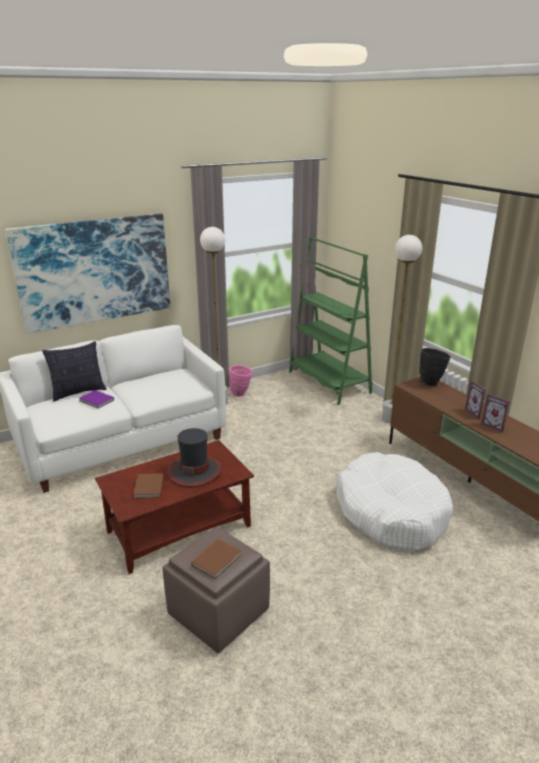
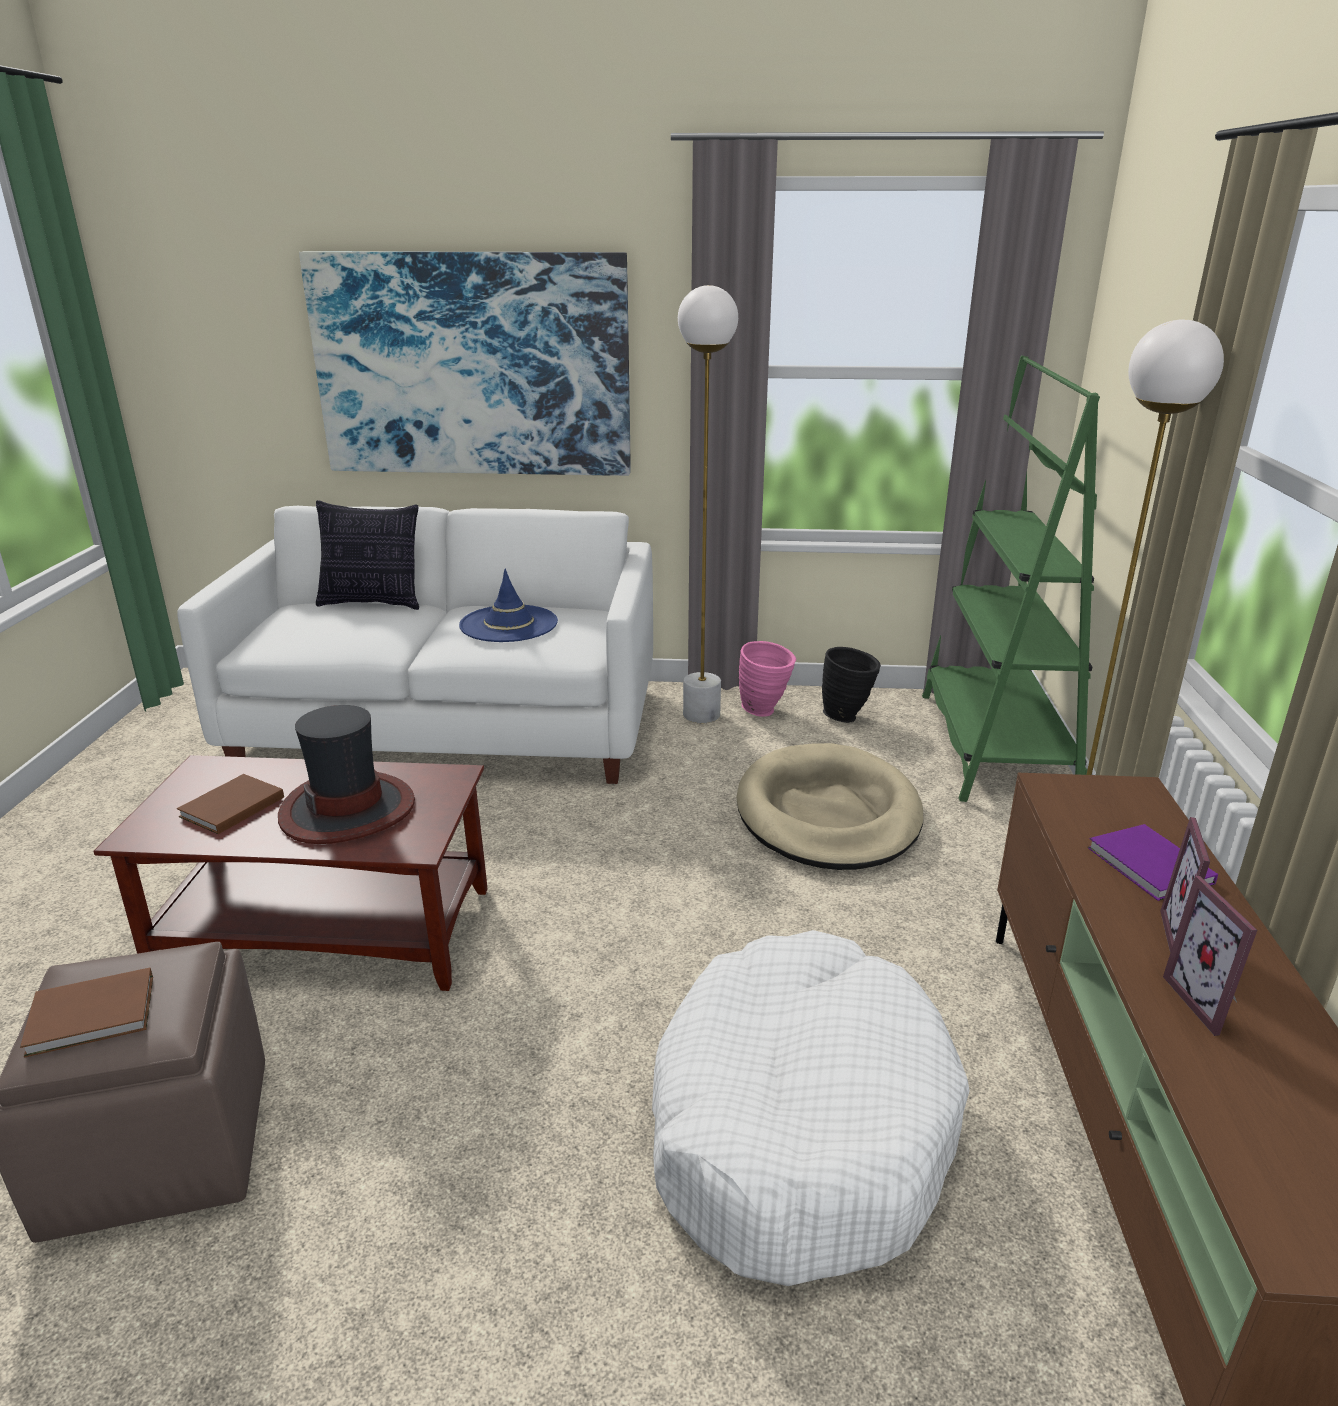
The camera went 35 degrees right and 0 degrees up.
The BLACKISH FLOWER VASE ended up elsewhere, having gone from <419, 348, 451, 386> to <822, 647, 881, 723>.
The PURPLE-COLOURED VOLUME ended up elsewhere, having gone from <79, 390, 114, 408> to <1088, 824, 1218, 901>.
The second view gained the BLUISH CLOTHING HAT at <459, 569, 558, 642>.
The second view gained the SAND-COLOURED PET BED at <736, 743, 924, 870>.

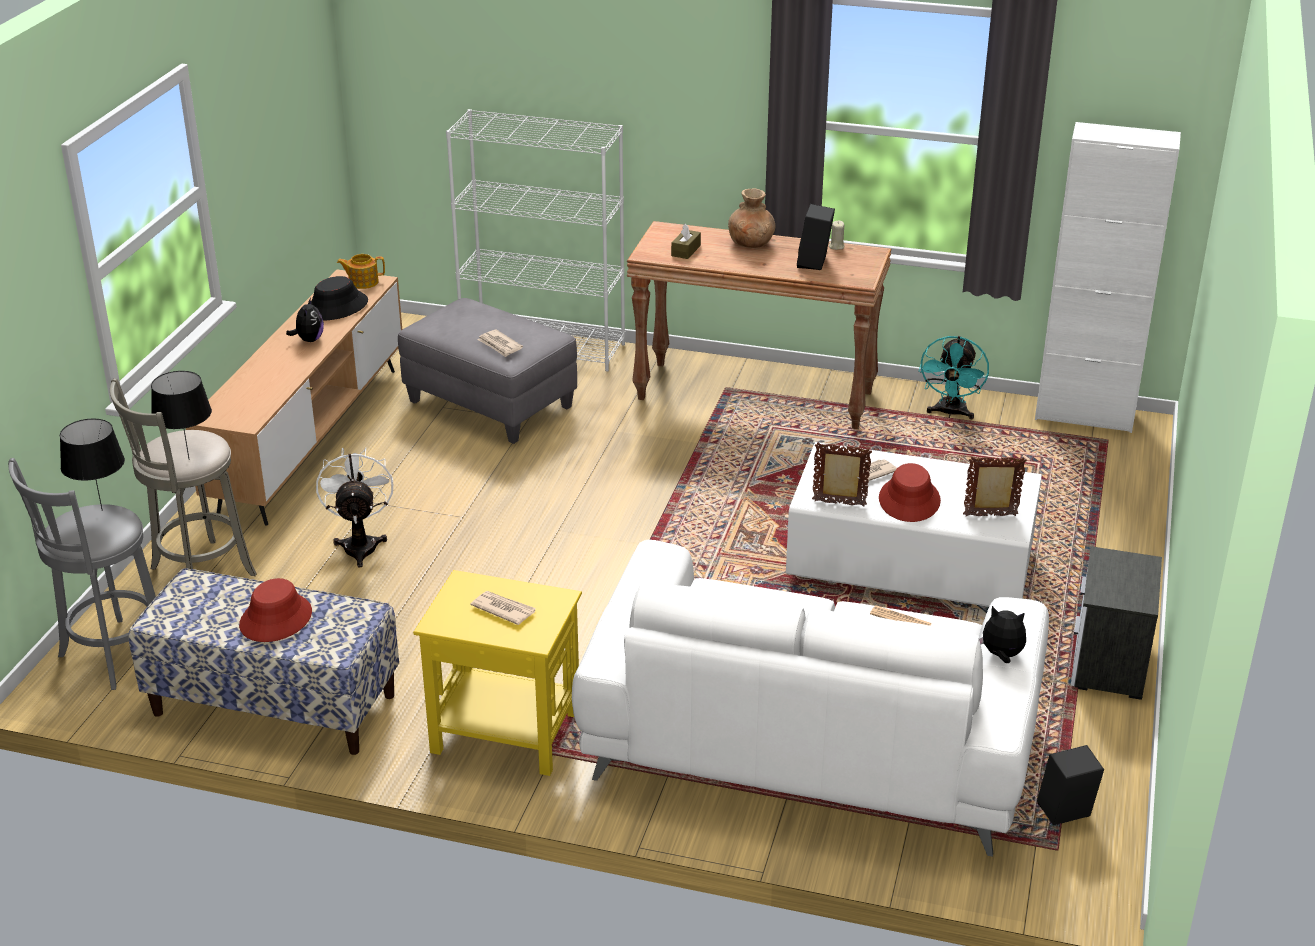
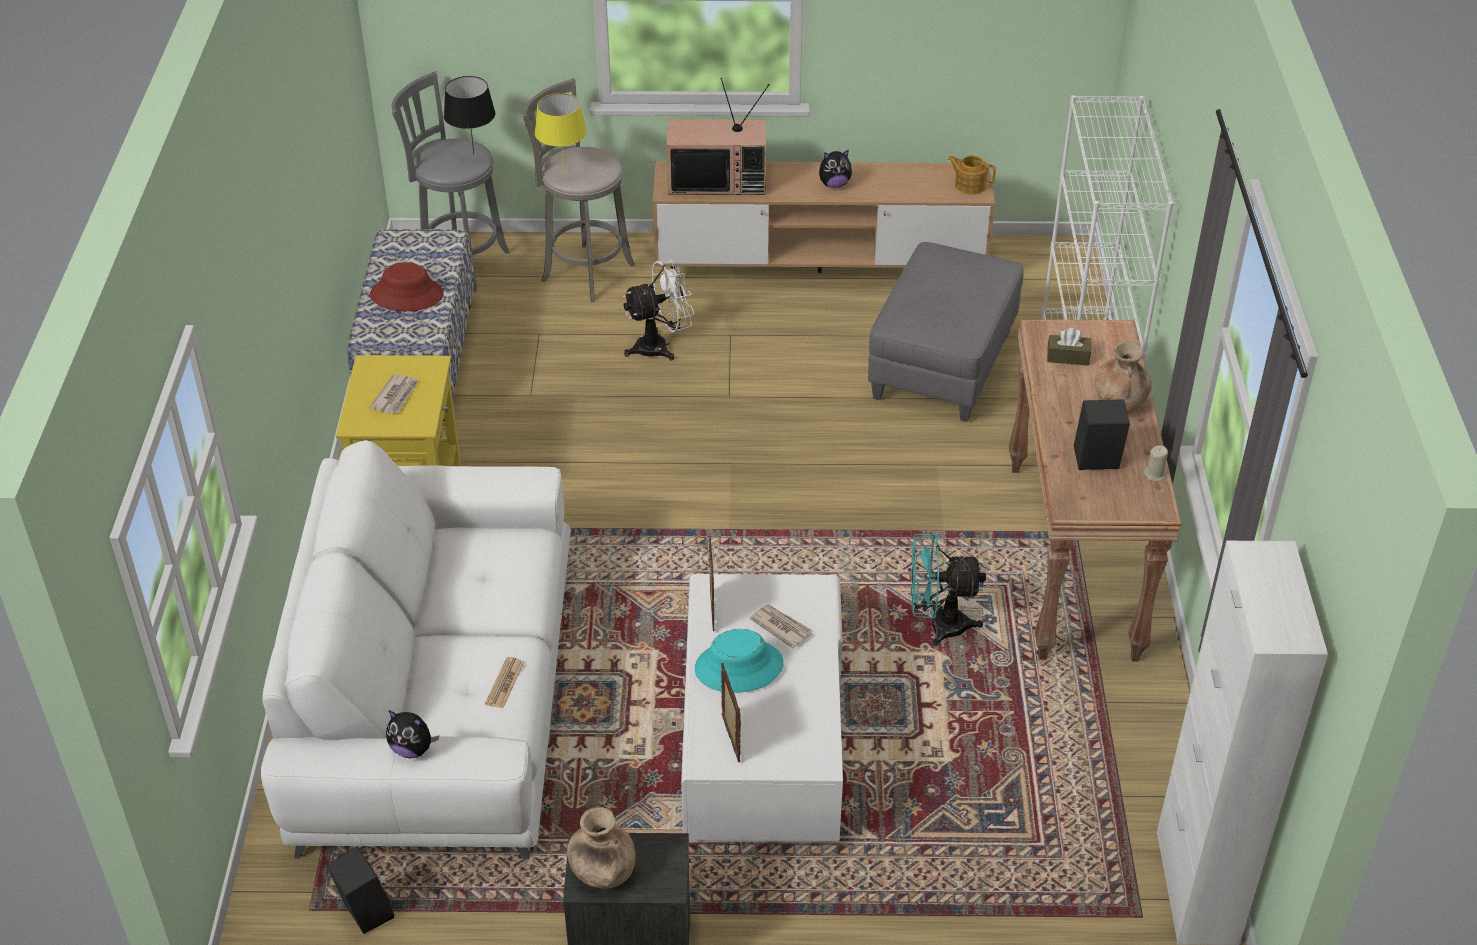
The camera went 75 degrees right and 10 degrees up.
The TEA POT at <337, 254, 385, 289> ended up facing another way, 45 degrees counterclockwise from before.
The second view lost the BLACKISH CLOTHING HAT at <311, 276, 368, 321>.
The second view lost the DAILY PAPER at <477, 329, 523, 357>.
The TURQUOISE-COLOURED ELECTRIC FAN ended up elsewhere, having gone from <919, 336, 989, 419> to <911, 533, 986, 647>.
What was the BLACKISH TABLETOP LAMP at <151, 371, 212, 460> turned into the YELLOW-COLOURED TABLETOP LAMP at <535, 93, 587, 172>.
What was the REDDISH CLOTHING HAT at <879, 463, 941, 522> turned into the TURQUOISE-COLOURED CLOTHING HAT at <695, 629, 784, 693>.
The PLUSH TOY at <979, 606, 1026, 663> ended up facing another way, 105 degrees clockwise from before.
The second view gained the TV SET at <666, 78, 770, 195>.
The second view gained the BROWN FLOWER VASE at <567, 807, 636, 889>.

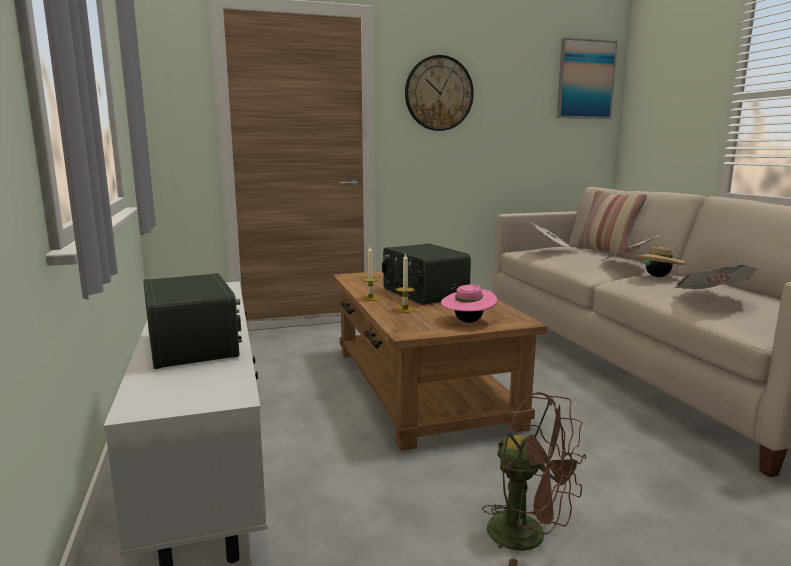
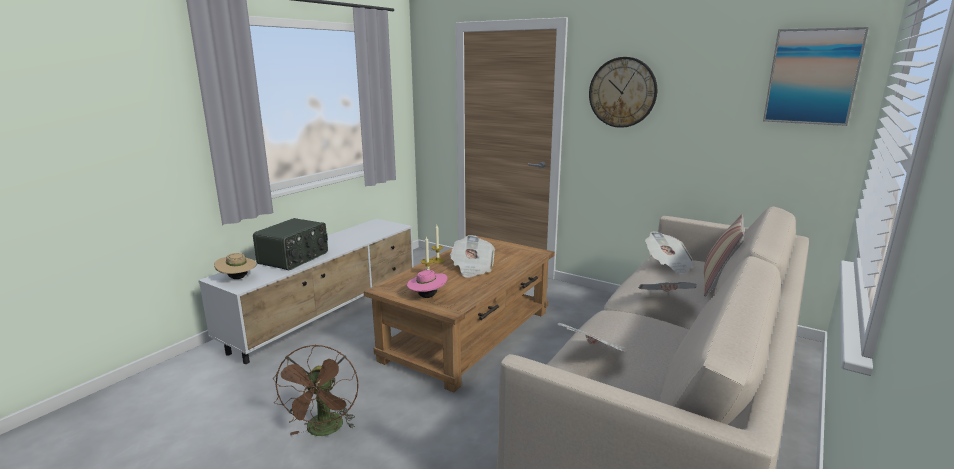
The camera went 50 degrees right and 5 degrees up.
Where the RADIO RECEIVER stood at <382, 243, 471, 305>, the DAILY PAPER came to stand at <450, 235, 495, 278>.
The SAND-COLOURED CLOTHING HAT ended up elsewhere, having gone from <635, 247, 686, 277> to <214, 253, 257, 279>.

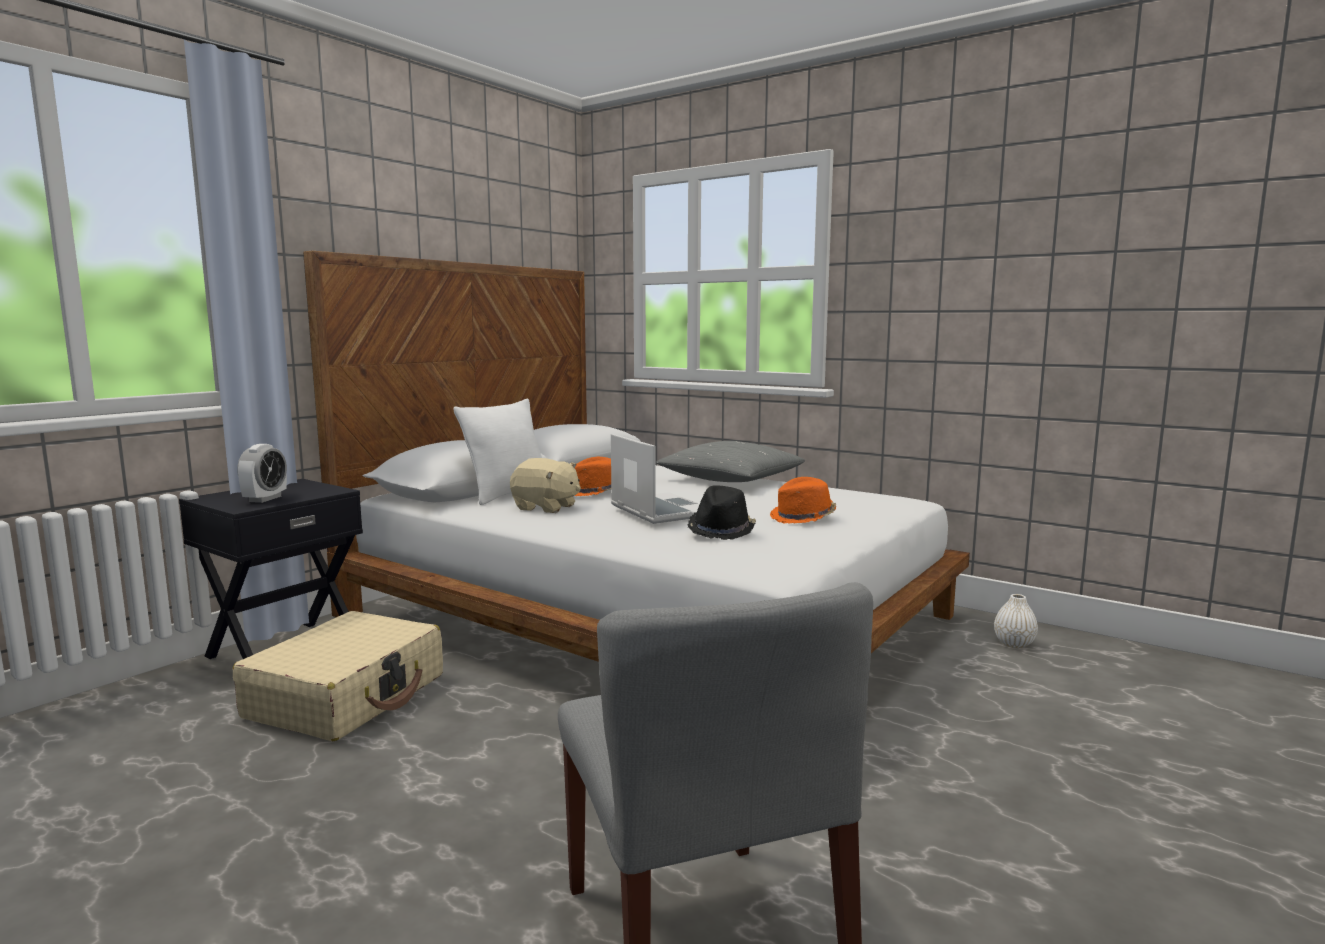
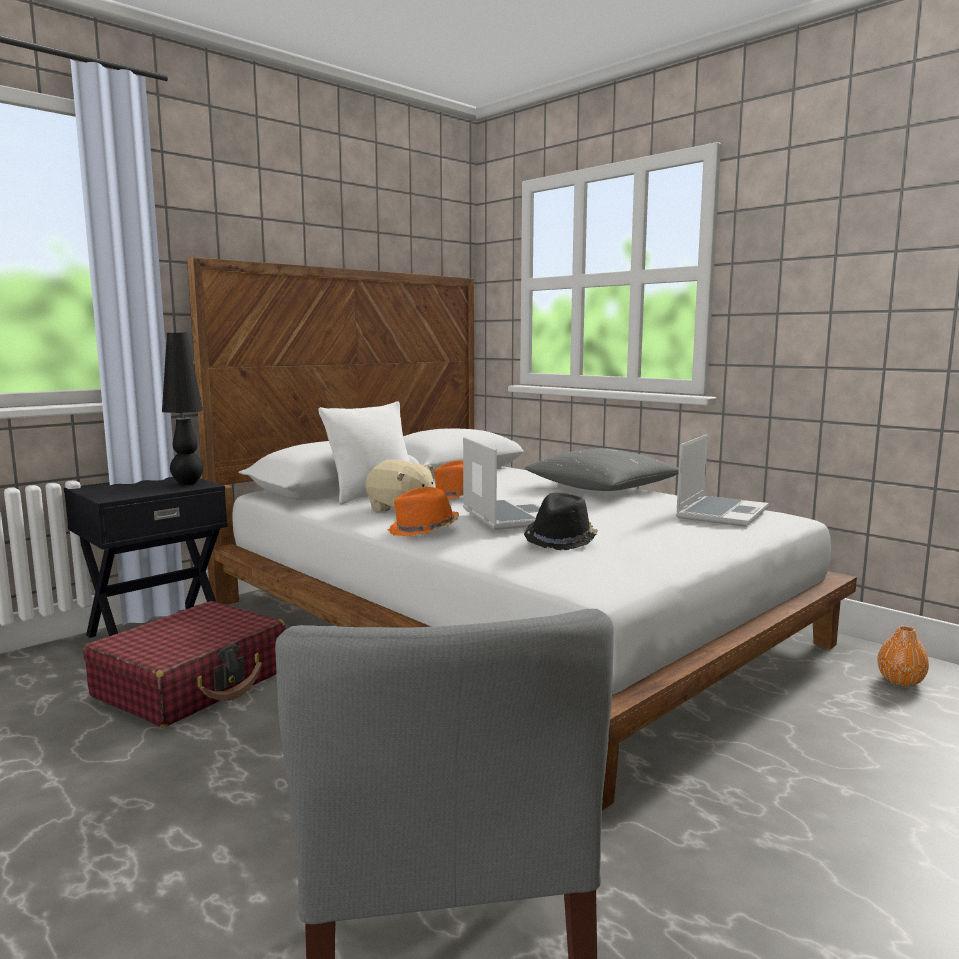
The camera went 10 degrees right and 0 degrees up.
The second view lost the ALARM CLOCK at <237, 444, 287, 503>.
The ORANGEY CLOTHING HAT ended up elsewhere, having gone from <770, 477, 836, 523> to <387, 487, 459, 536>.
What was the WHITE-COLOURED FLOWER VASE at <994, 594, 1038, 648> turned into the ORANGEY FLOWER VASE at <877, 626, 929, 687>.
What was the SAND-COLOURED SUITCASE at <233, 611, 443, 741> turned into the REDDISH SUITCASE at <84, 601, 286, 727>.
The second view gained the BLACKISH TABLETOP LAMP at <162, 333, 204, 485>.
The second view gained the PORTABLE COMPUTER at <676, 434, 769, 527>.

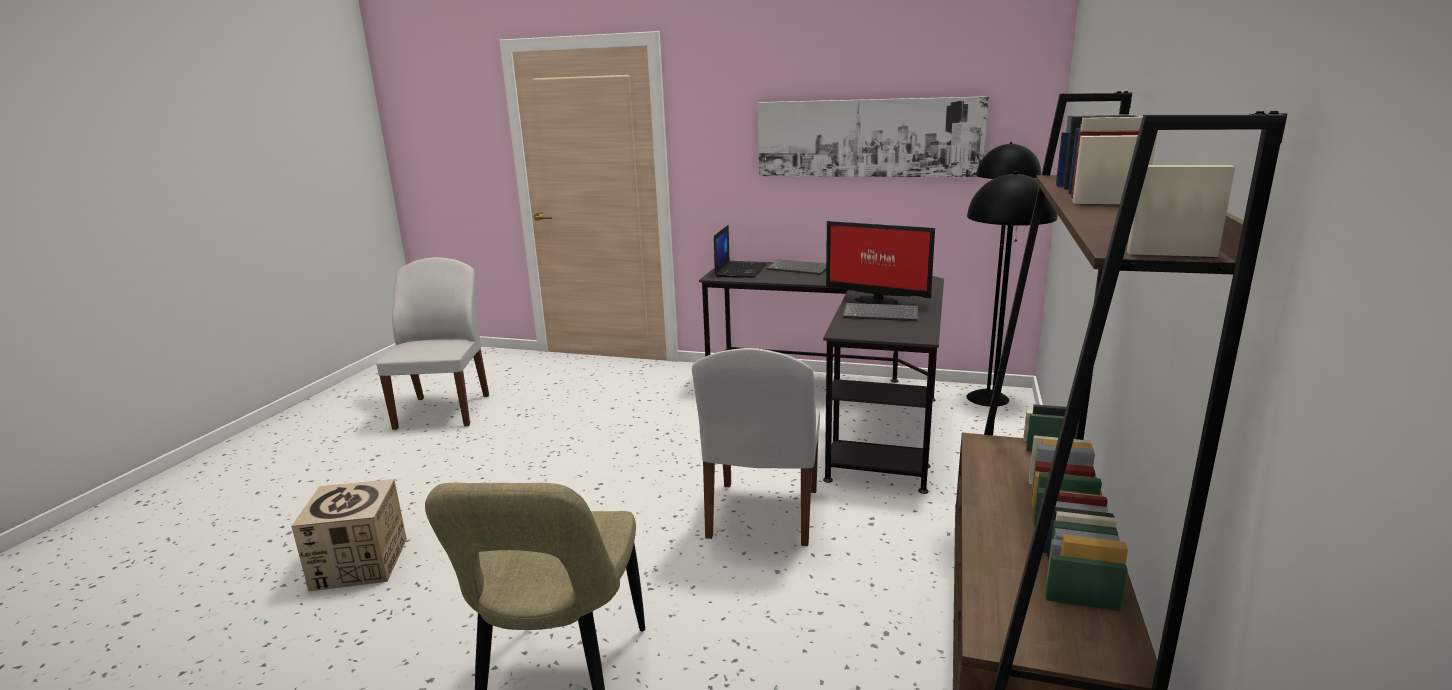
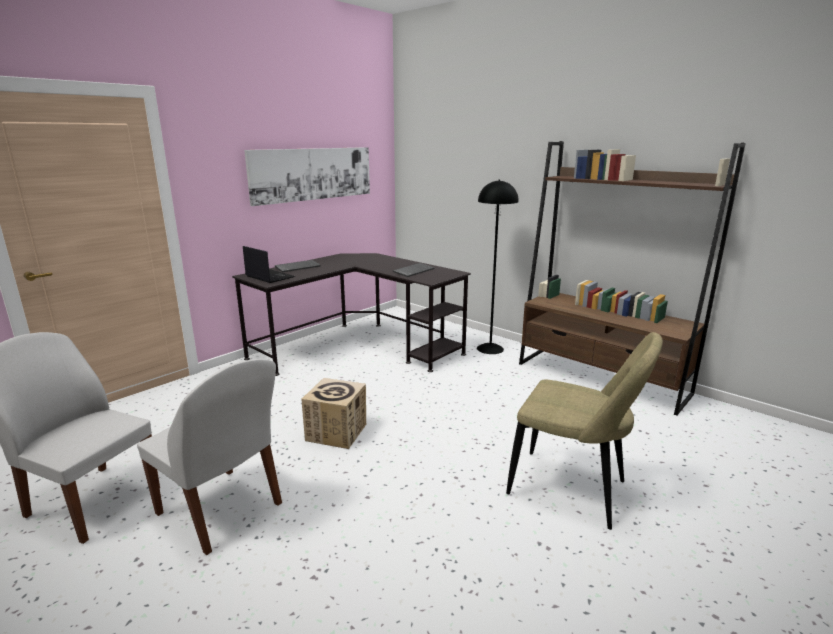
The camera went 65 degrees left and 0 degrees up.
The second view lost the BLACKISH FLOOR LAMP at <967, 142, 1041, 407>.
The second view lost the COMPUTER DISPLAY at <826, 221, 935, 305>.
The WHITE-COLOURED UPRIGHT CHAIR ended up elsewhere, having gone from <692, 348, 820, 546> to <137, 359, 282, 555>.
The PACKING BOX ended up elsewhere, having gone from <291, 479, 407, 591> to <301, 378, 366, 449>.

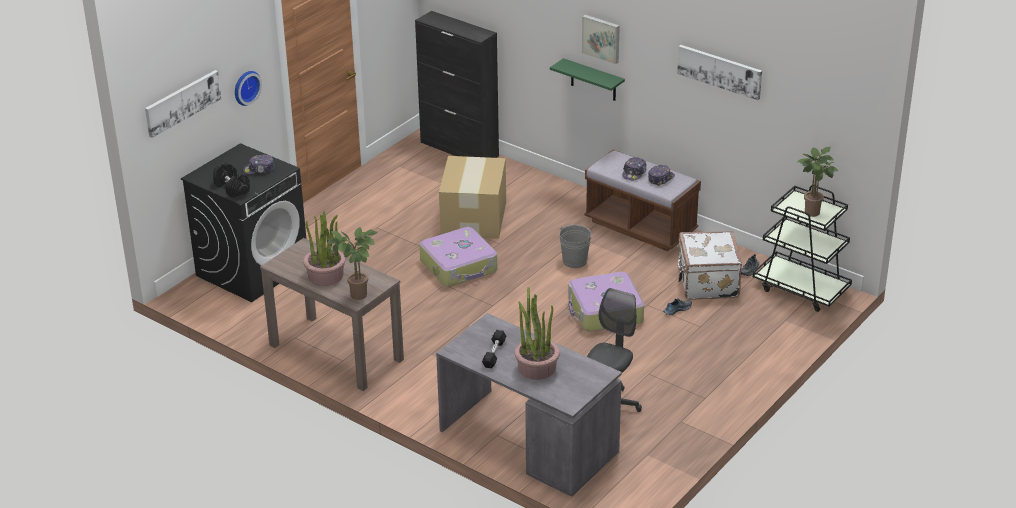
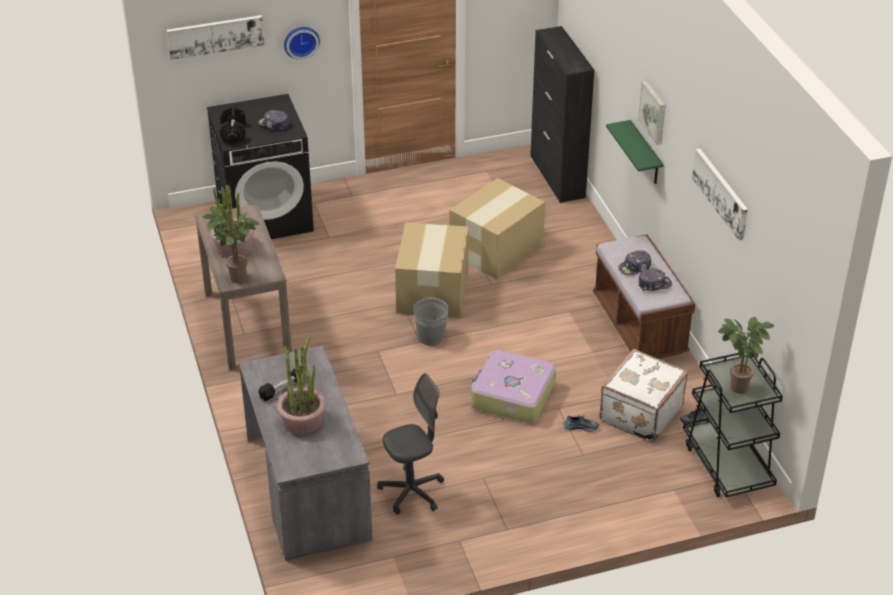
The camera went 35 degrees right and 5 degrees up.
The GRAY WATER BUCKET ended up elsewhere, having gone from <559, 225, 592, 268> to <413, 296, 449, 346>.
Where the SUITCASE stood at <419, 227, 497, 287>, the PACKING BOX came to stand at <395, 222, 469, 318>.

